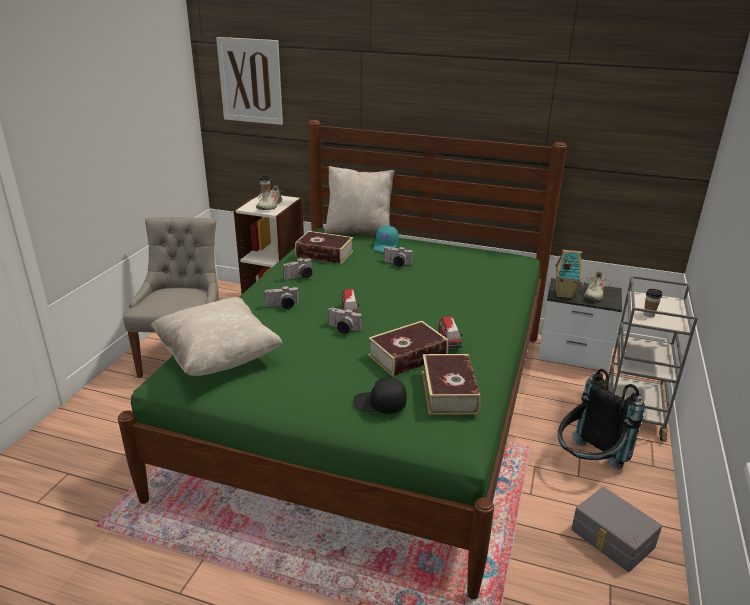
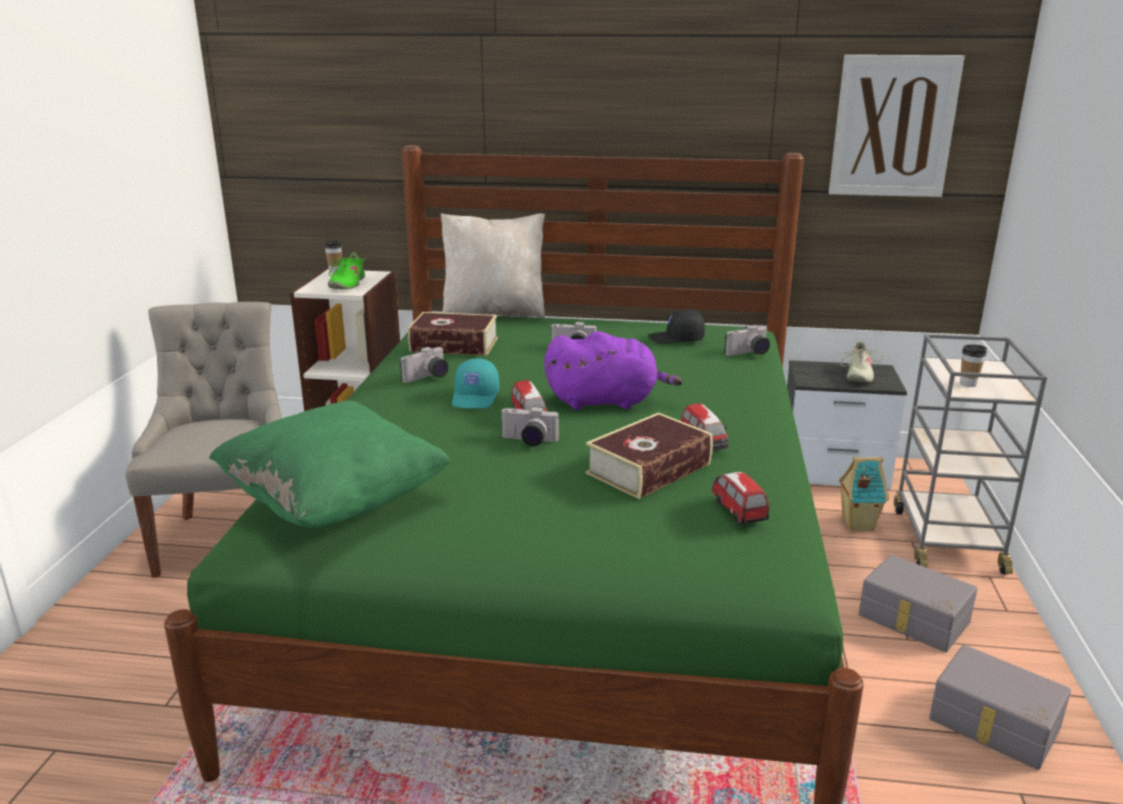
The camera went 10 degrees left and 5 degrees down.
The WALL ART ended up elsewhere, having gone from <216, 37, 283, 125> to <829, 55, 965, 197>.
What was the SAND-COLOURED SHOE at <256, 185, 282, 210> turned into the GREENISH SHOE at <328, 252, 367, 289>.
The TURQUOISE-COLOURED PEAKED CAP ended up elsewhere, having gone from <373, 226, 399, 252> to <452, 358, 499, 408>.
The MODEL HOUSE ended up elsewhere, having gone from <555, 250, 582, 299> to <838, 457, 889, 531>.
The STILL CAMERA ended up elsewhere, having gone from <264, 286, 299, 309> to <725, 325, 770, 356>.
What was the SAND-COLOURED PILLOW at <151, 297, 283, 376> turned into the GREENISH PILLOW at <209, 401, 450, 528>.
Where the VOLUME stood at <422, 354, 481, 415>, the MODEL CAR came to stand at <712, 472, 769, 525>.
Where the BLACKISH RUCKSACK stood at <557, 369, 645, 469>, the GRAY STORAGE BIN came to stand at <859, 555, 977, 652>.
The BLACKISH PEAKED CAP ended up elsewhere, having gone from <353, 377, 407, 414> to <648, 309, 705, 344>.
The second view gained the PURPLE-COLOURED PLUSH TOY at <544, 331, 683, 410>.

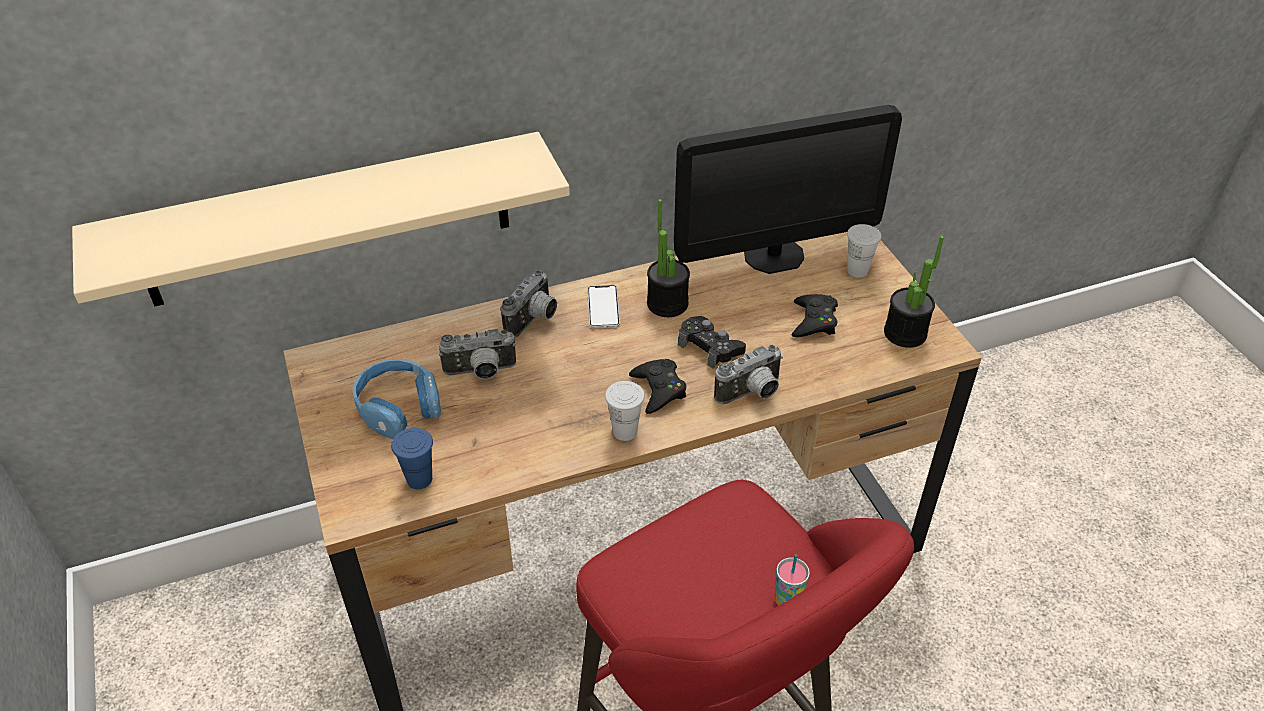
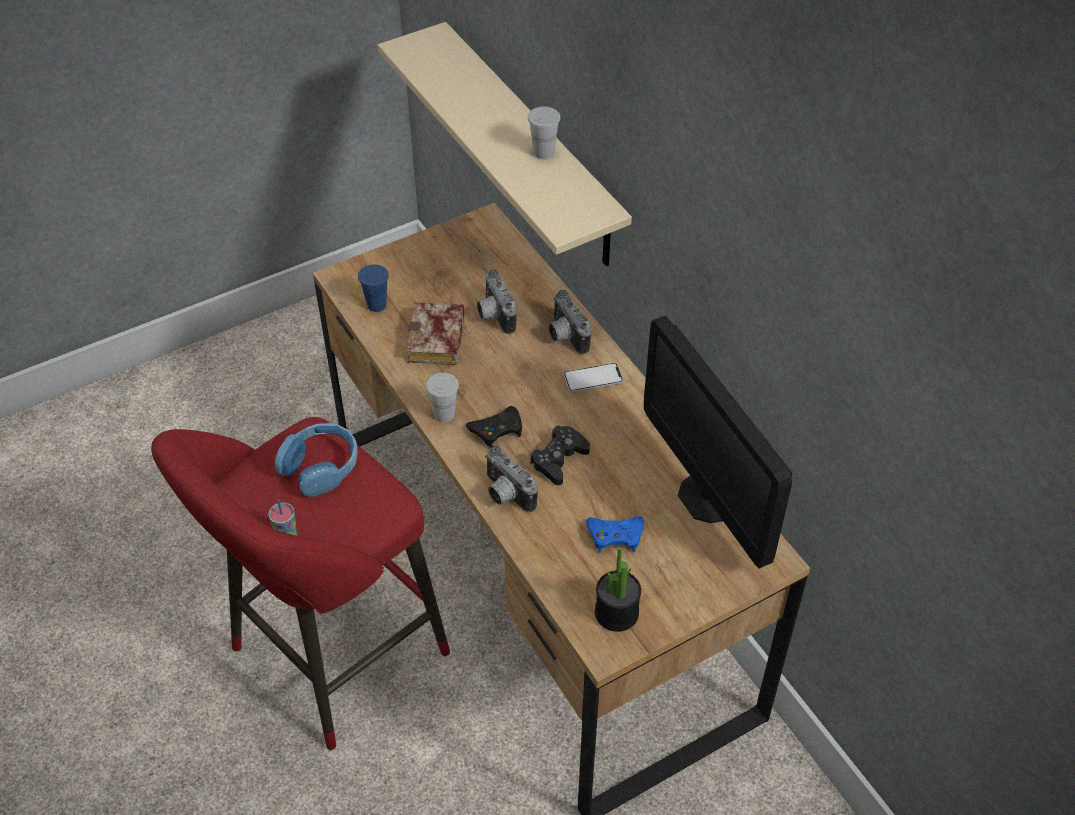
The camera went 80 degrees right and 5 degrees up.
The second view lost the HOUSEPLANT at <647, 199, 690, 317>.
The WHITE-COLOURED DRINKING CUP ended up elsewhere, having gone from <847, 224, 881, 278> to <528, 106, 560, 159>.
The STILL CAMERA at <501, 270, 557, 338> ended up facing another way, 45 degrees clockwise from before.
What was the BLACKISH GAMEPAD at <792, 294, 838, 337> turned into the BLUISH GAMEPAD at <586, 516, 644, 553>.
The BLUISH HEADPHONES ended up elsewhere, having gone from <353, 359, 441, 439> to <275, 423, 358, 497>.
The second view gained the VOLUME at <407, 303, 465, 365>.

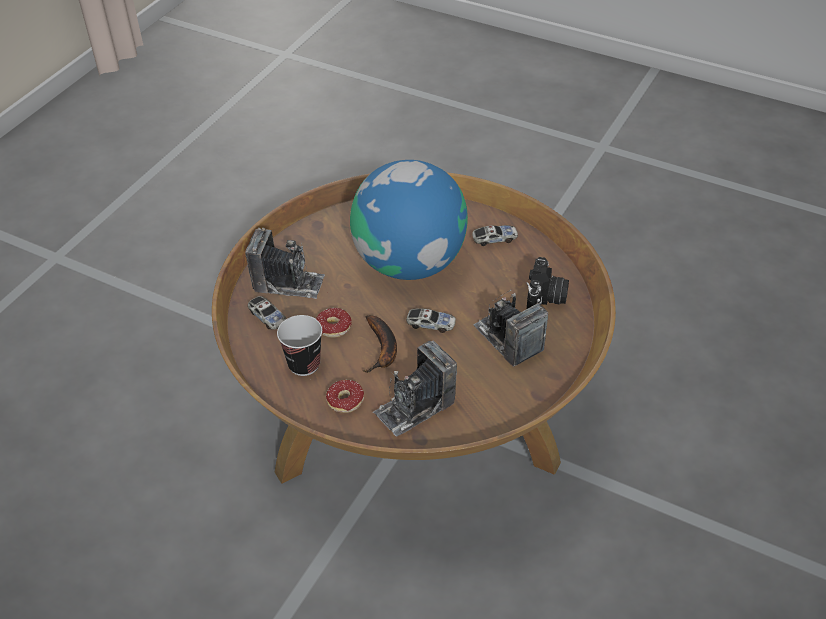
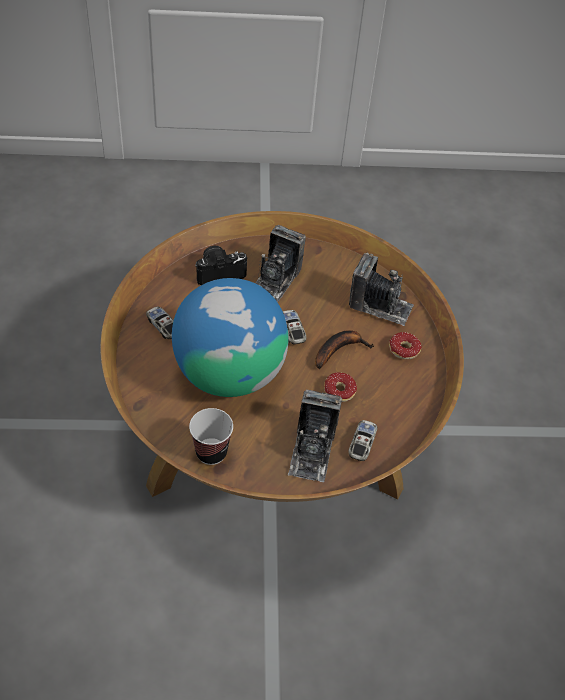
The camera went 125 degrees left and 5 degrees up.
The STILL CAMERA at <245, 228, 325, 299> ended up facing another way, 150 degrees counterclockwise from before.
The DRINKING CUP ended up elsewhere, having gone from <277, 315, 322, 376> to <189, 408, 233, 465>.

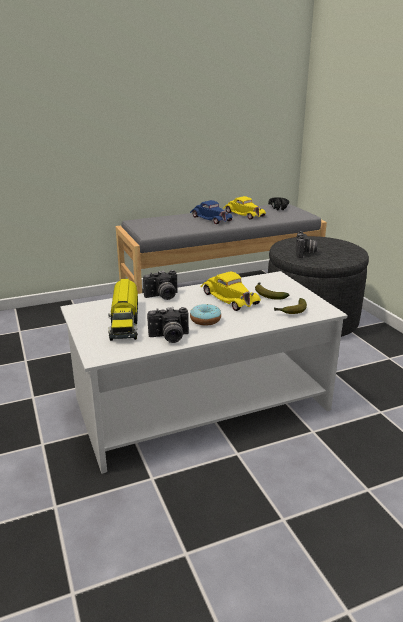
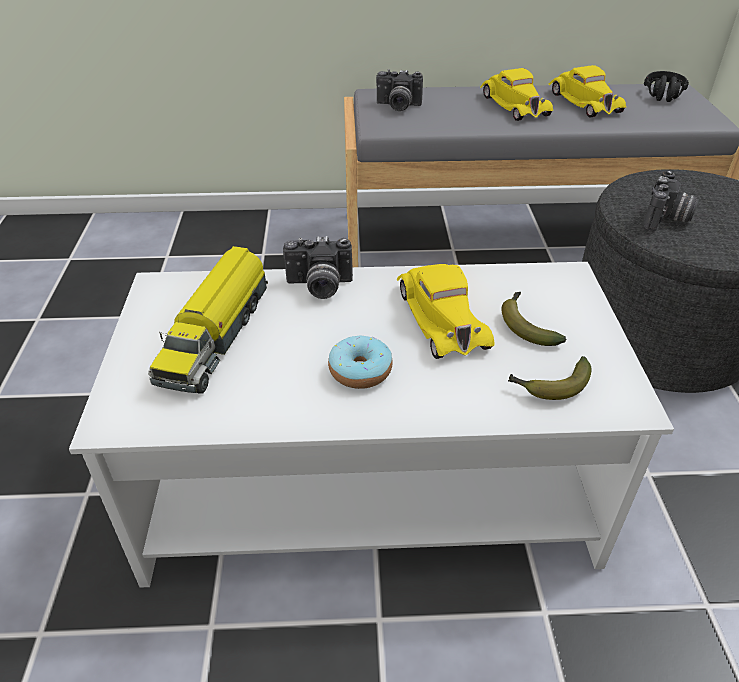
The camera went 20 degrees right and 15 degrees up.
What was the BLUISH MODEL CAR at <190, 200, 233, 224> turned into the YELLOW-COLOURED MODEL CAR at <480, 68, 553, 121>.
The STILL CAMERA ended up elsewhere, having gone from <147, 307, 189, 343> to <376, 69, 423, 111>.

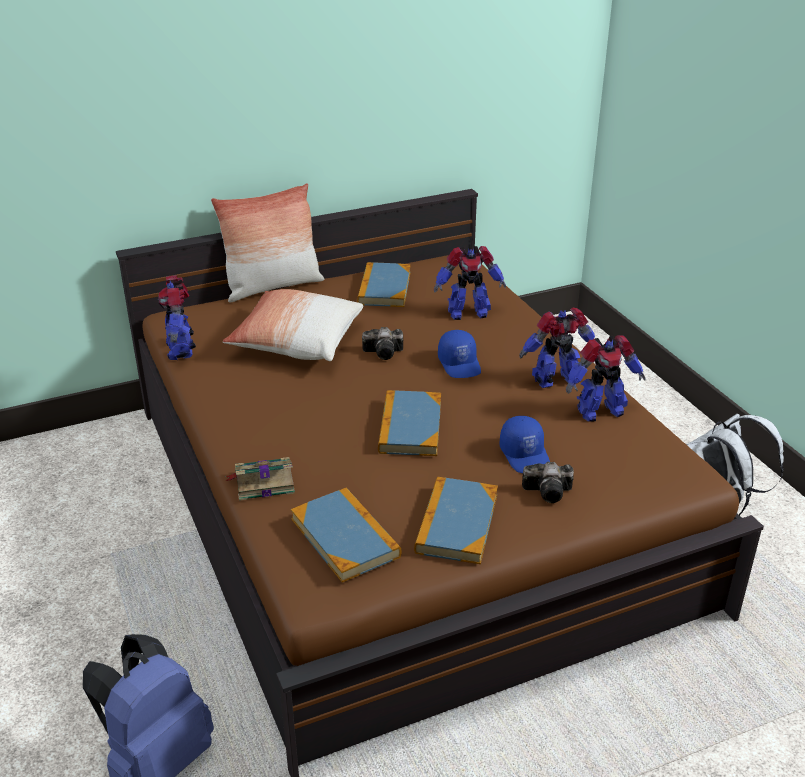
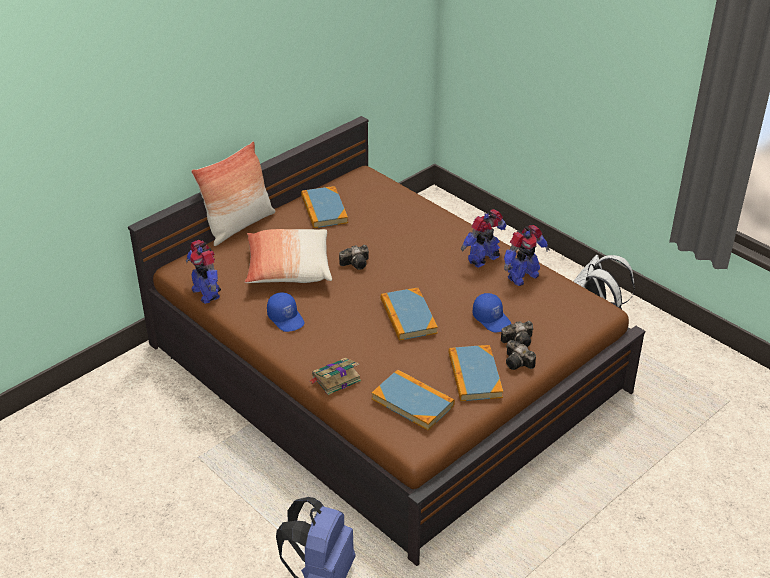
The camera went 20 degrees left and 5 degrees up.
The second view lost the MODEL ROBOT at <434, 246, 506, 320>.
The BLUISH PEAKED CAP ended up elsewhere, having gone from <438, 330, 481, 378> to <267, 292, 305, 332>.
The second view gained the STILL CAMERA at <506, 340, 536, 370>.

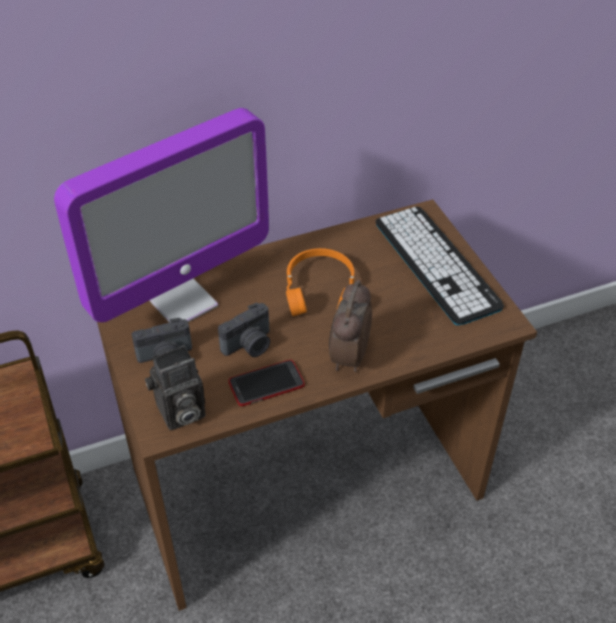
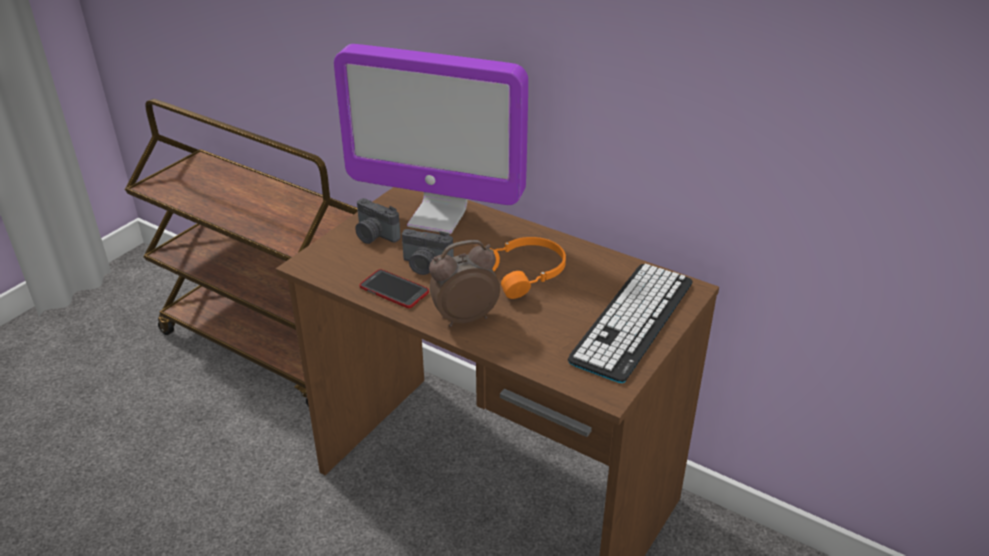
The camera went 55 degrees right and 10 degrees down.
The second view lost the STILL CAMERA at <145, 345, 206, 430>.

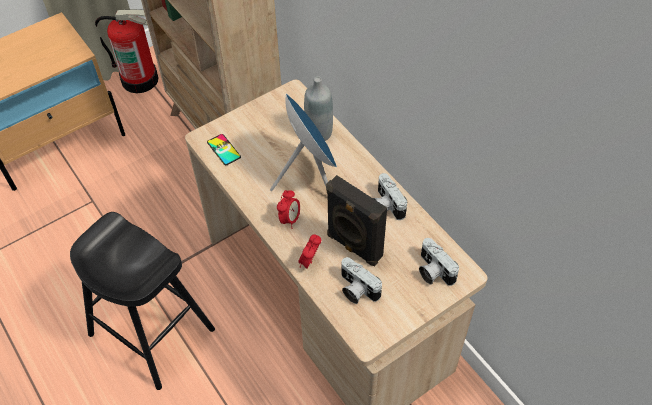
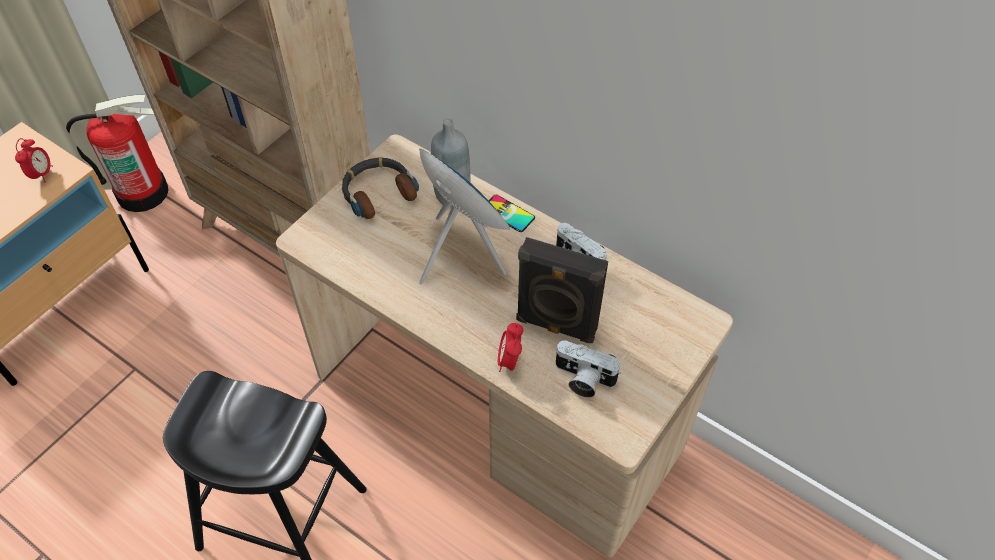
The camera went 20 degrees left and 0 degrees up.
The TELEPHONE ended up elsewhere, having gone from <207, 134, 241, 165> to <489, 195, 535, 232>.
The ALARM CLOCK ended up elsewhere, having gone from <277, 190, 300, 229> to <15, 138, 53, 183>.
The second view lost the STILL CAMERA at <419, 238, 459, 286>.
The second view gained the HEADPHONES at <342, 157, 419, 219>.

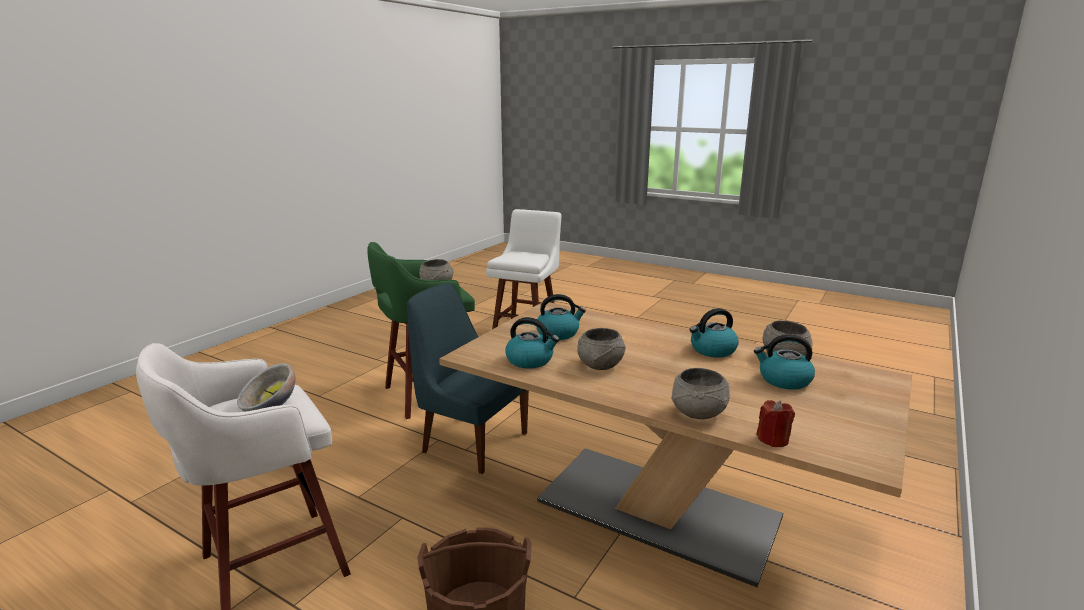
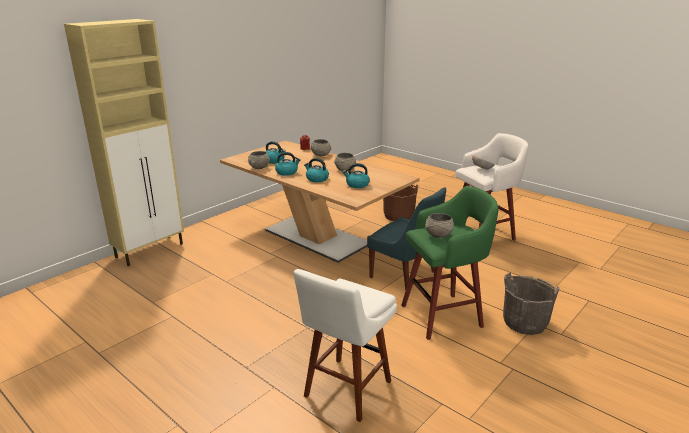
The camera went 170 degrees left and 5 degrees up.
The WATER KETTLE ended up elsewhere, having gone from <505, 317, 560, 369> to <304, 158, 329, 182>.
The second view gained the SAND-COLOURED STORAGE CABINET at <64, 19, 184, 266>.
The second view gained the GRAY WATER BUCKET at <503, 272, 560, 335>.

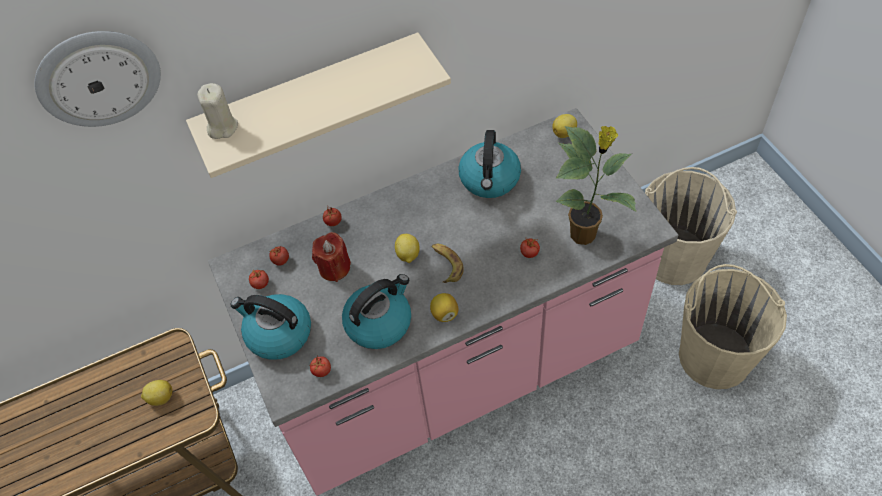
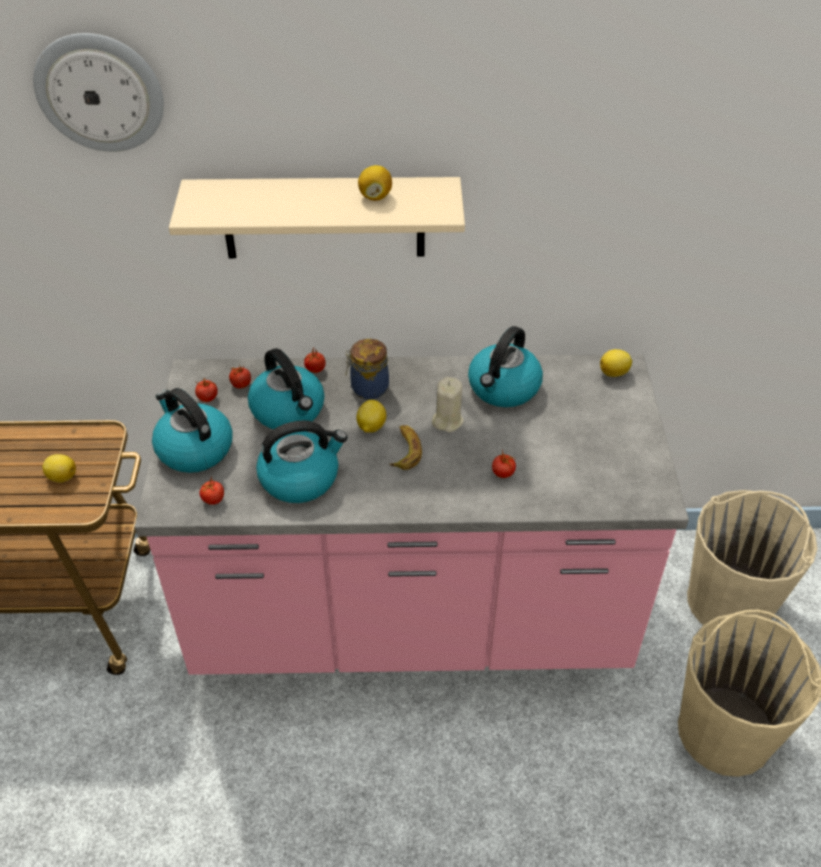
The camera went 20 degrees right and 10 degrees down.
The SAND-COLOURED CANDLE ended up elsewhere, having gone from <197, 83, 238, 139> to <432, 377, 464, 432>.
The second view lost the HOUSEPLANT at <555, 126, 636, 245>.
Where the REDDISH CANDLE stood at <312, 232, 351, 282>, the WATER KETTLE came to stand at <248, 348, 325, 429>.
The CITRUS FRUIT ended up elsewhere, having gone from <430, 293, 458, 322> to <358, 165, 392, 201>.
The second view gained the JAR at <346, 339, 389, 399>.

